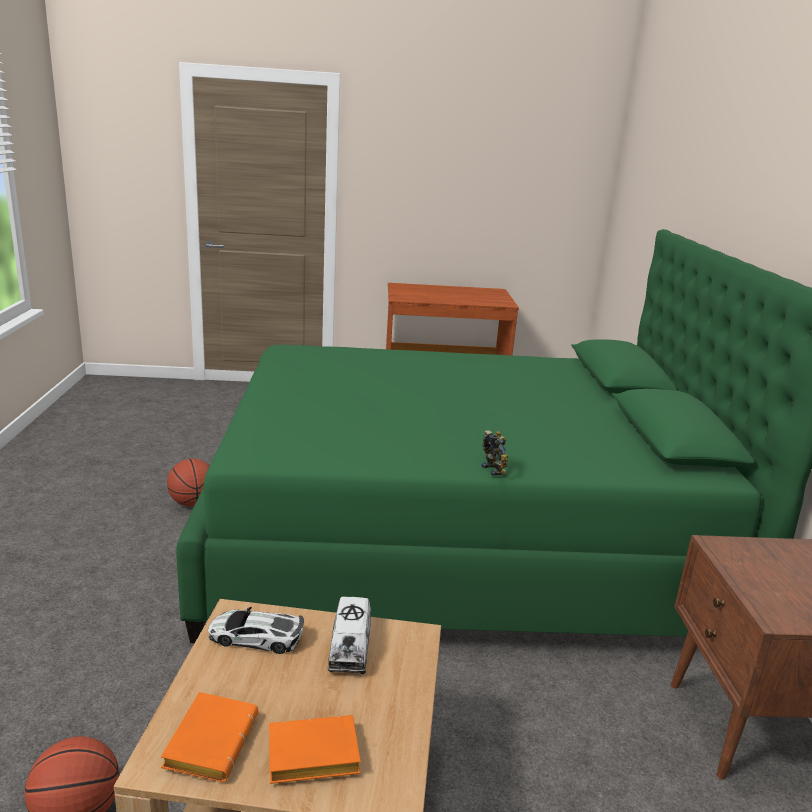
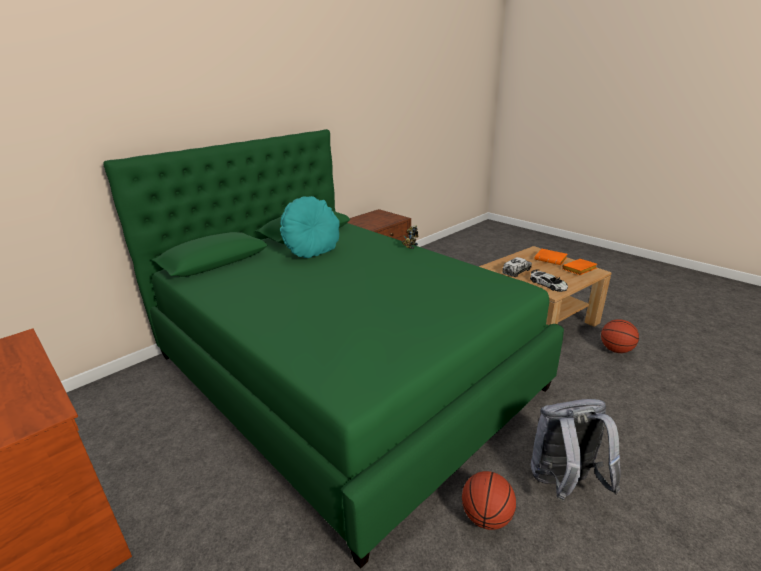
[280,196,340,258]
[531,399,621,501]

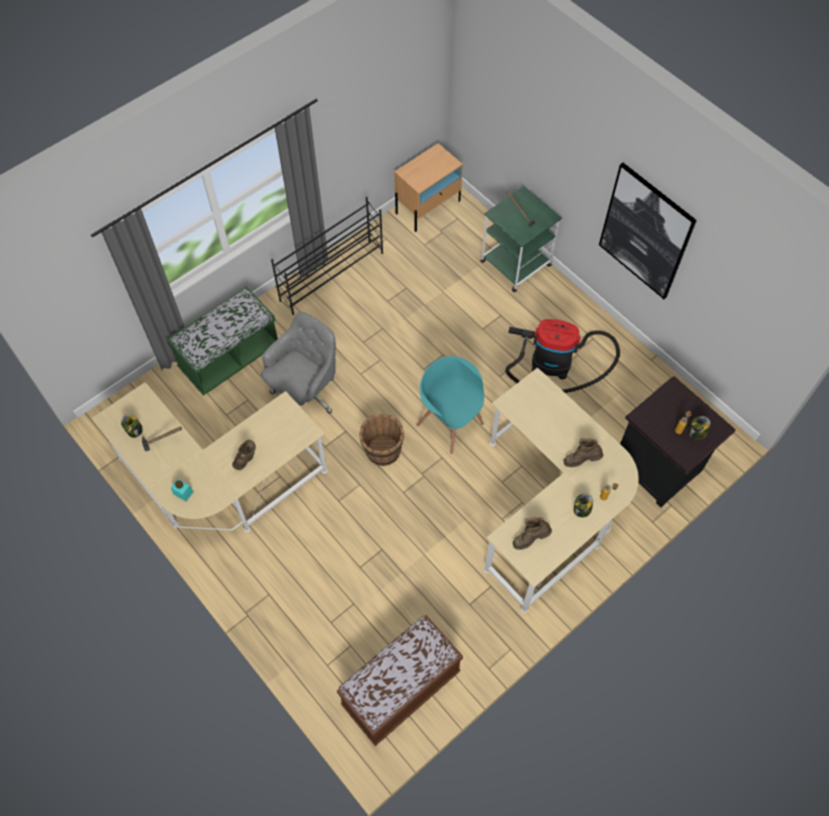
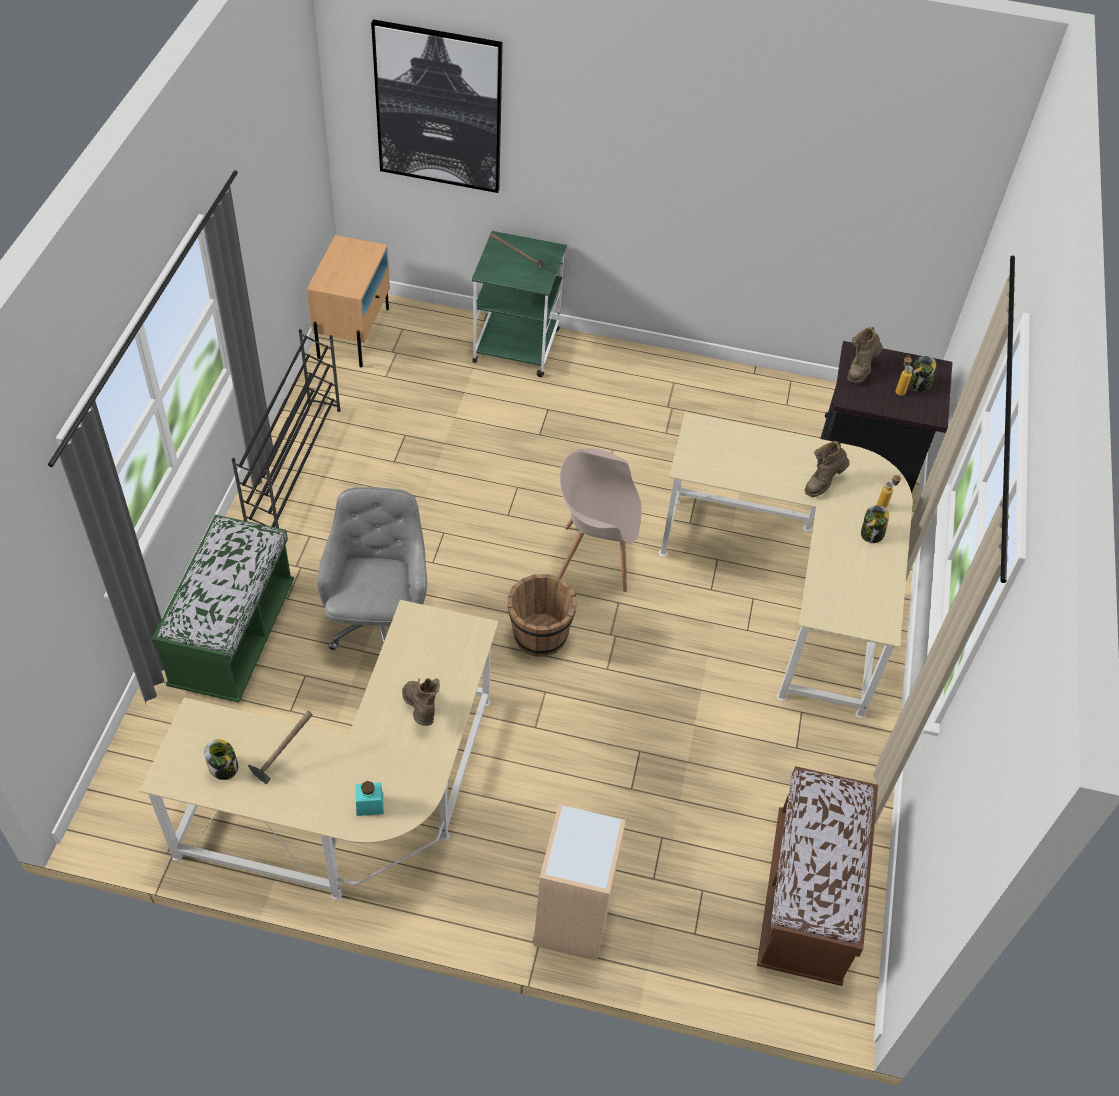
[371,19,503,193]
[505,319,620,393] (first image)
[558,448,642,592]
[847,327,883,383]
[533,804,626,961]

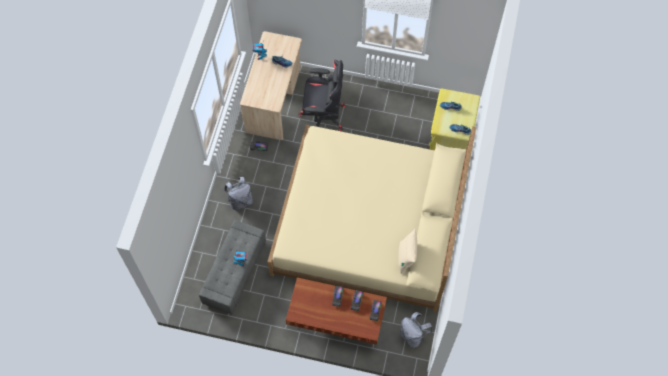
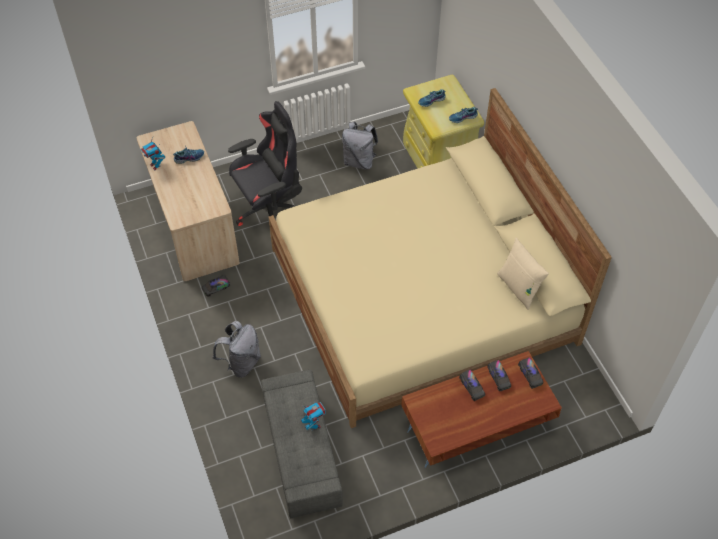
[342,122,378,170]

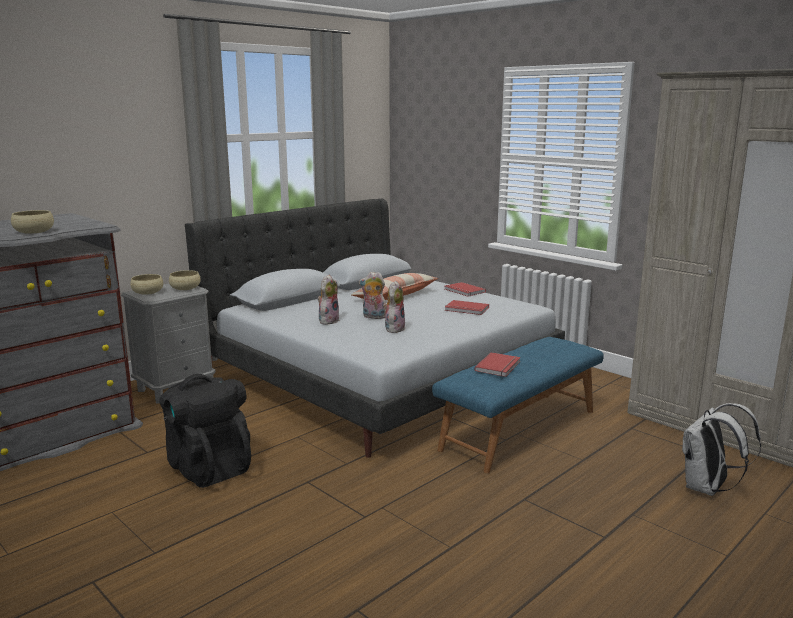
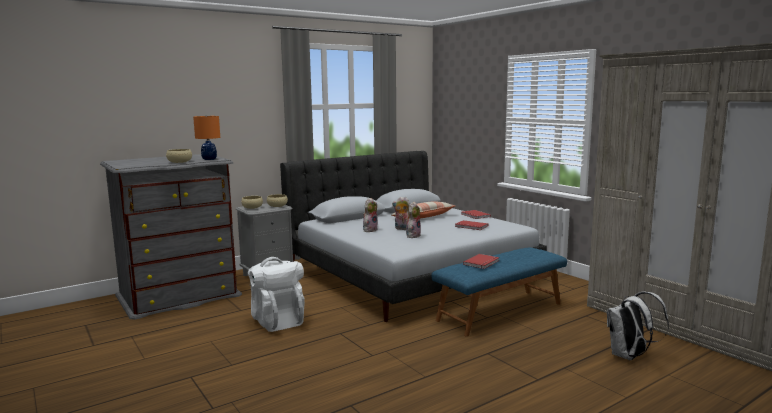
[248,257,305,332]
[193,116,220,160]

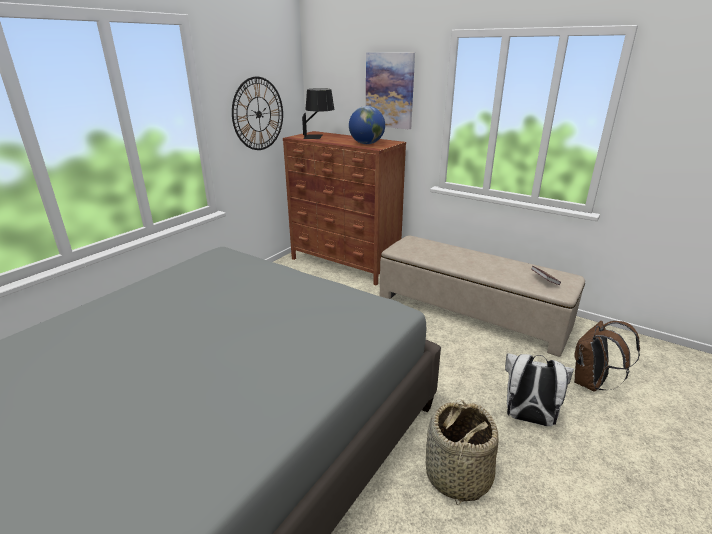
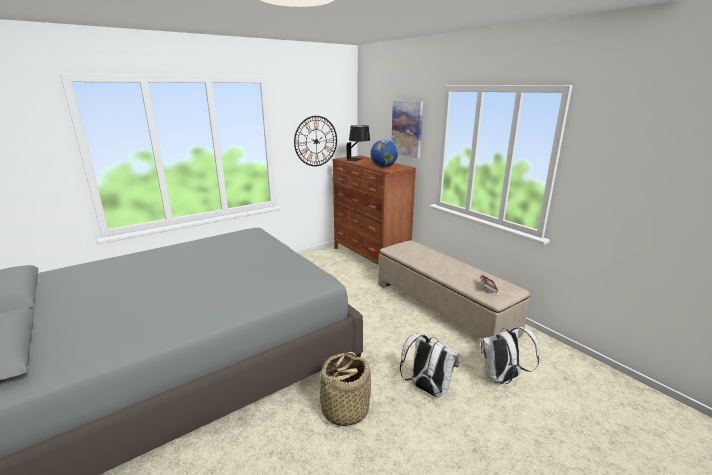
[481,327,539,384]

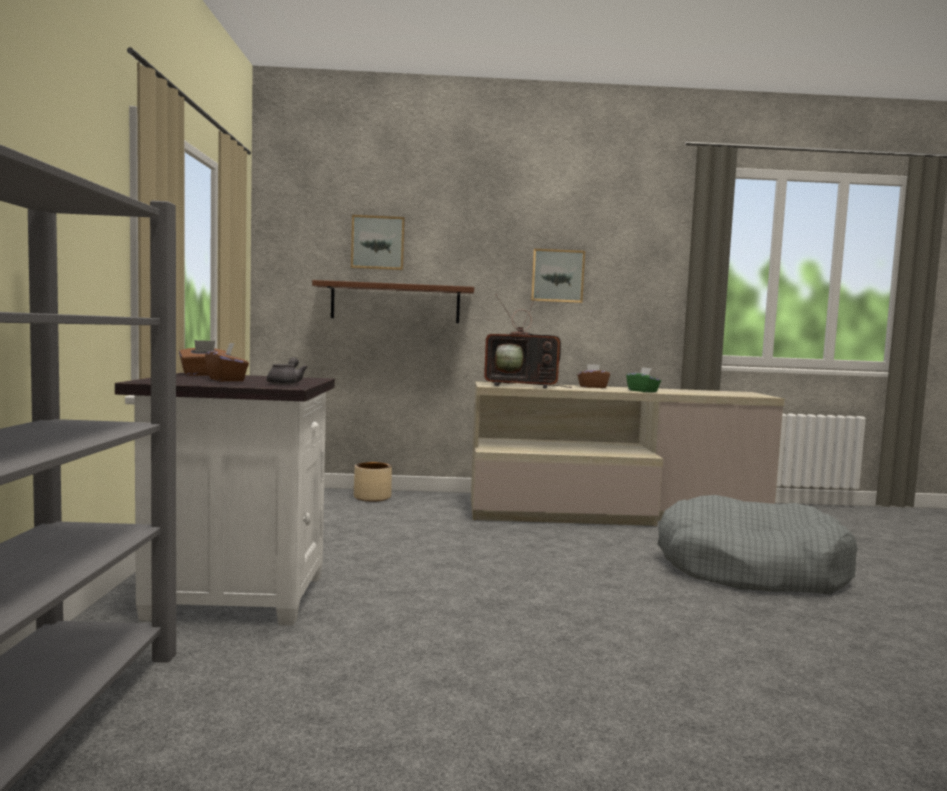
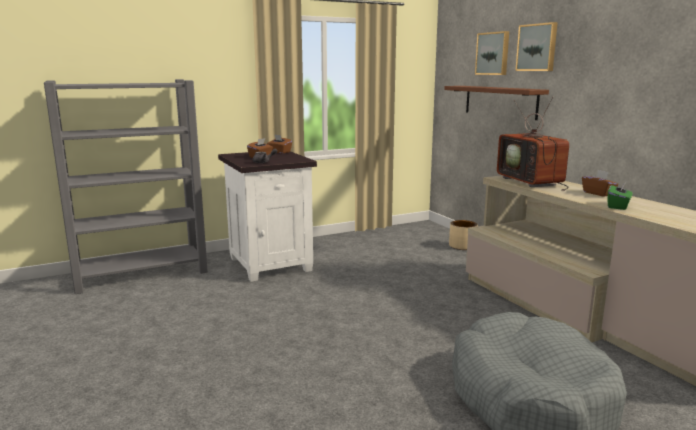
[515,22,558,71]

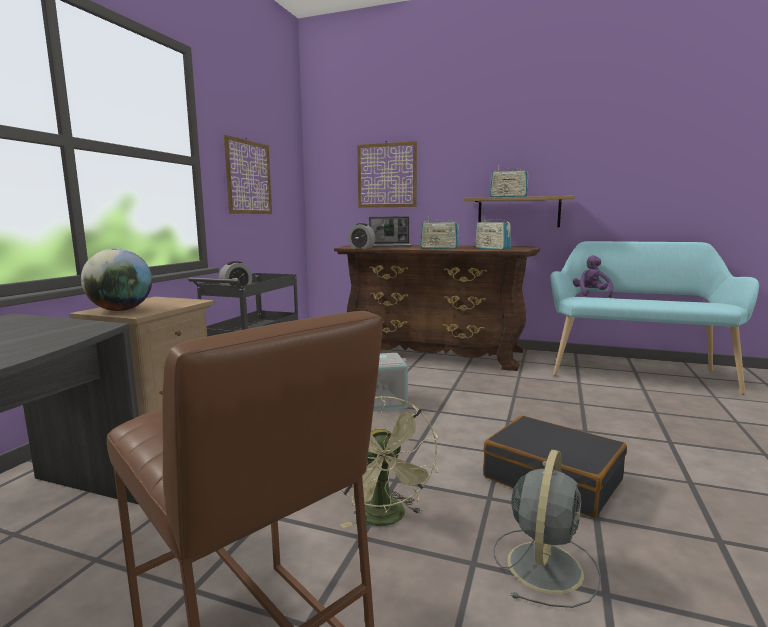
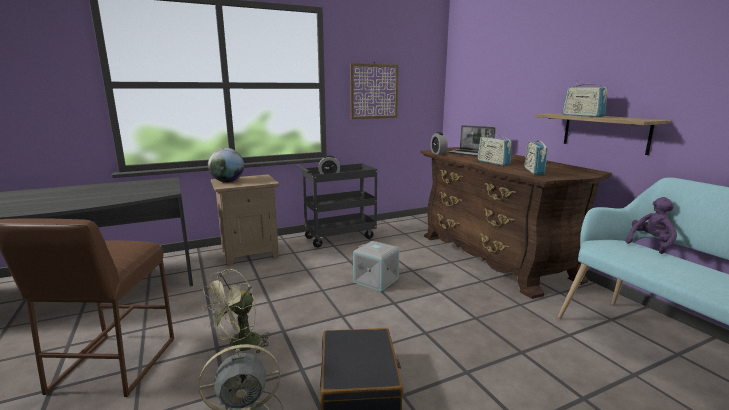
[357,141,417,208] (first image)

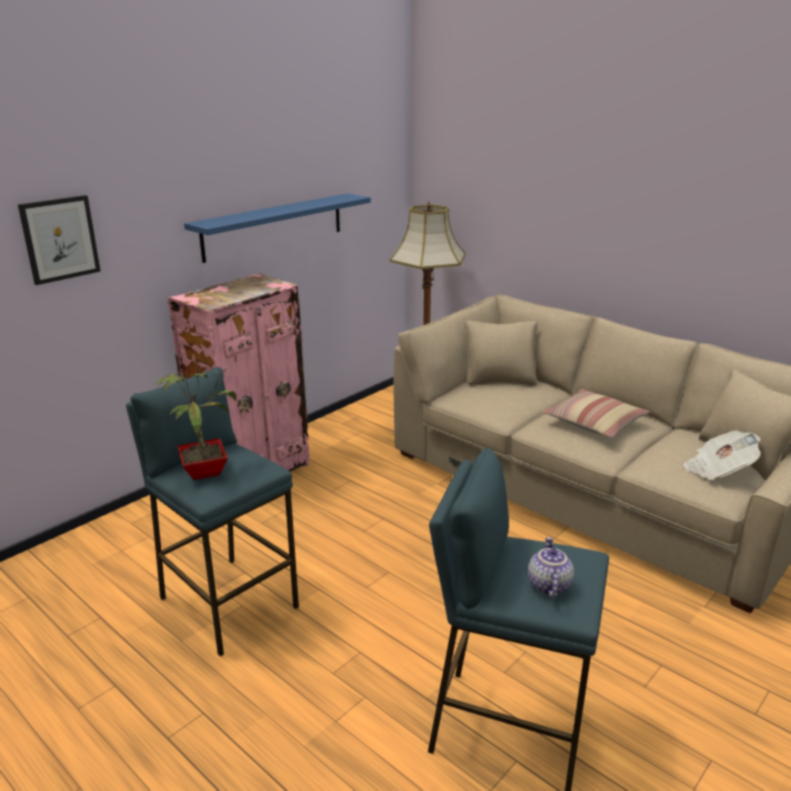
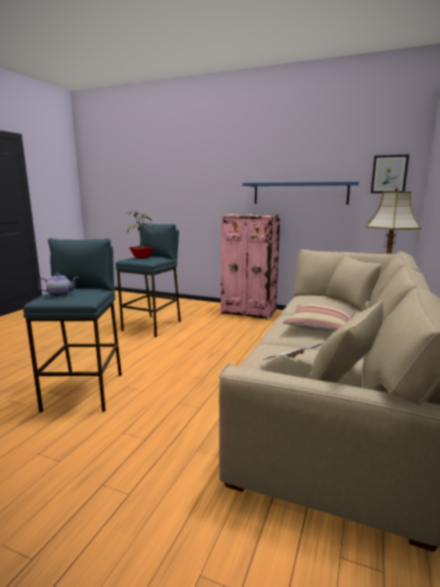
[371,155,409,193]

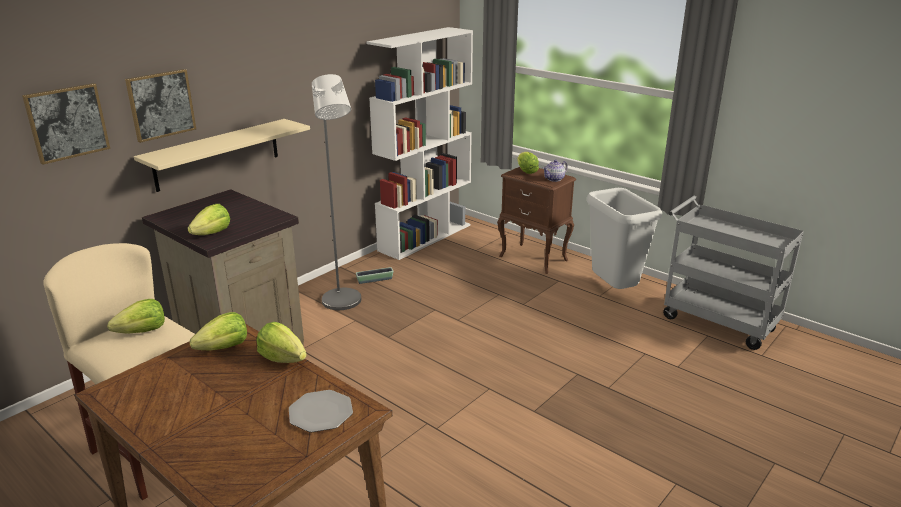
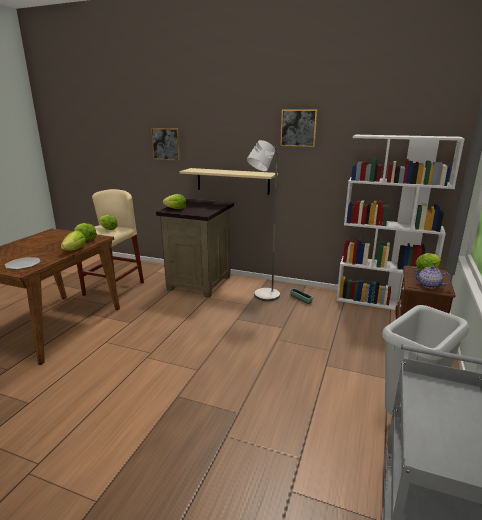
[280,109,317,147]

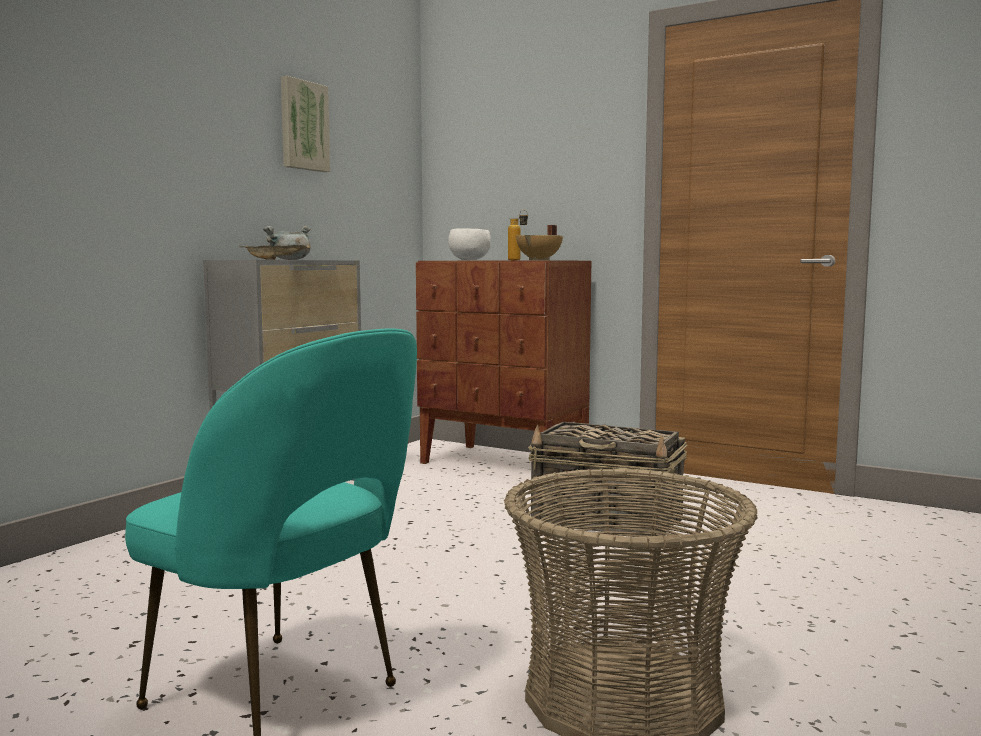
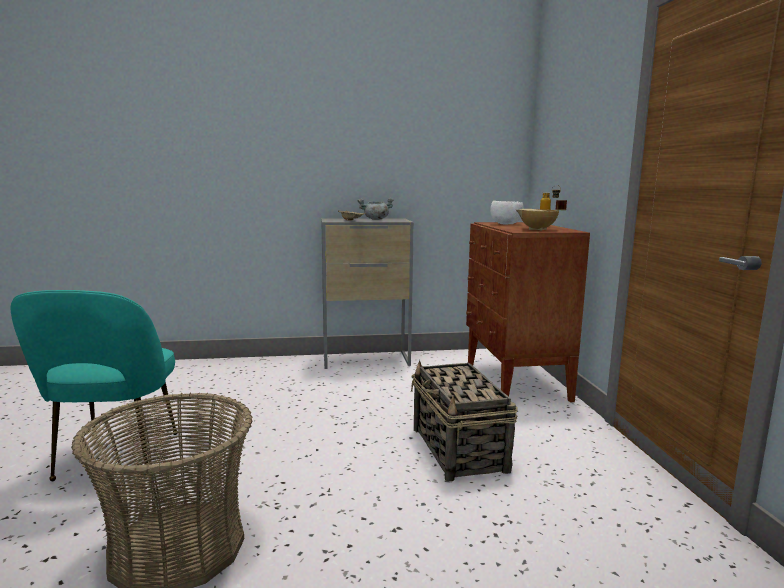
[281,76,330,172] (first image)

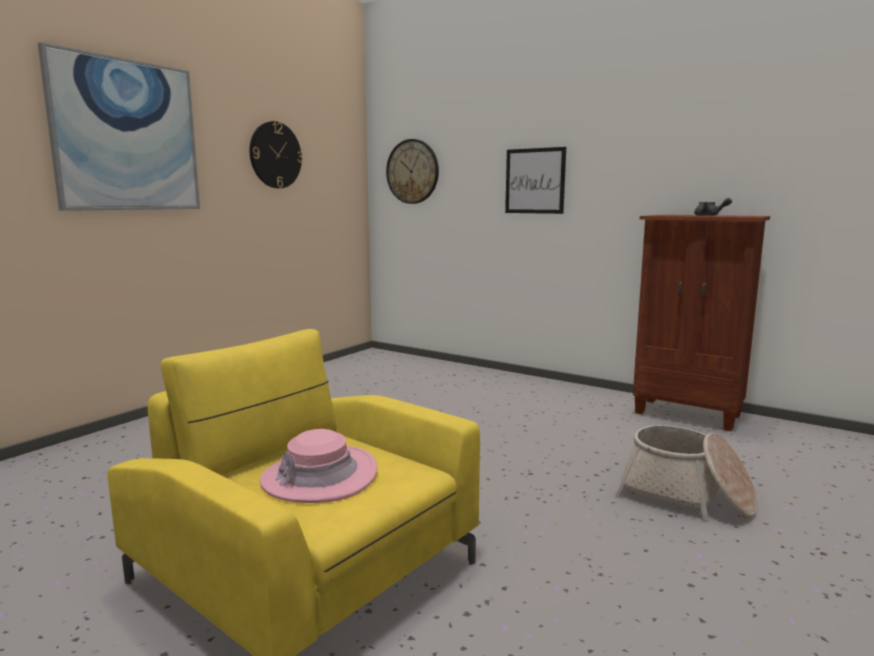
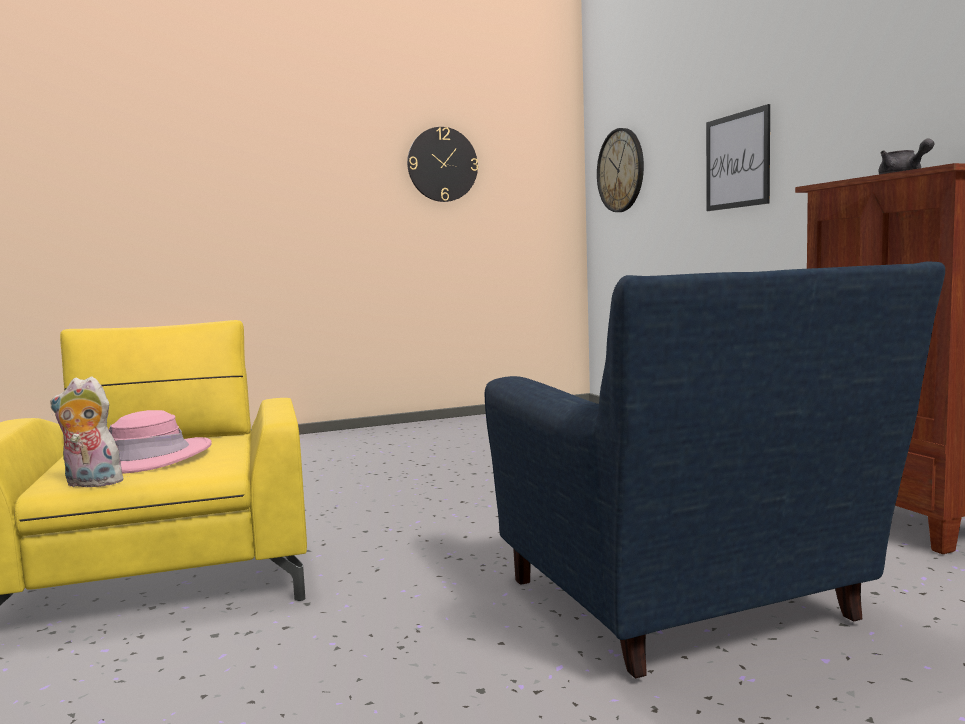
[38,42,200,211] (first image)
[485,262,945,679]
[50,376,128,487]

